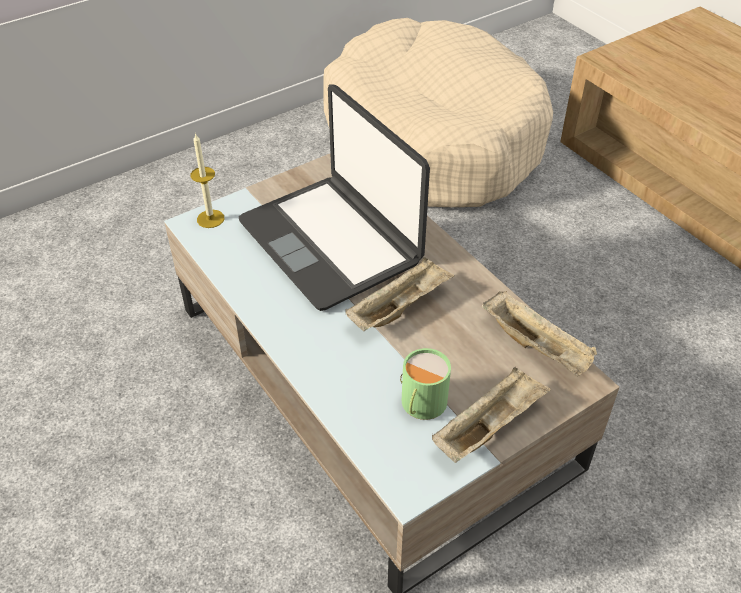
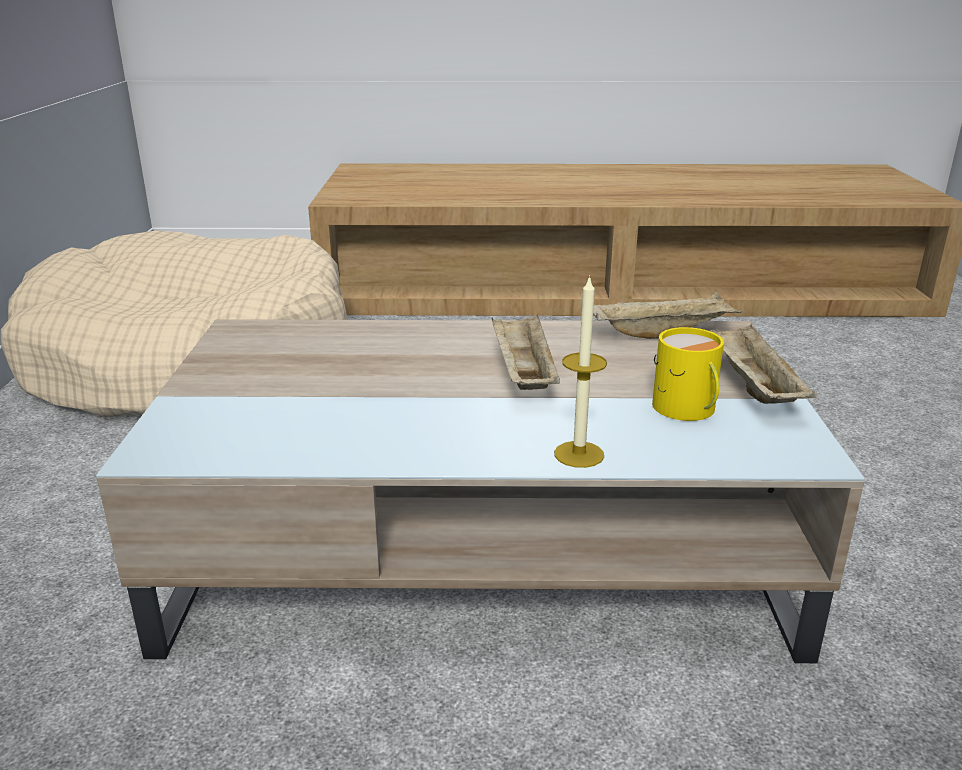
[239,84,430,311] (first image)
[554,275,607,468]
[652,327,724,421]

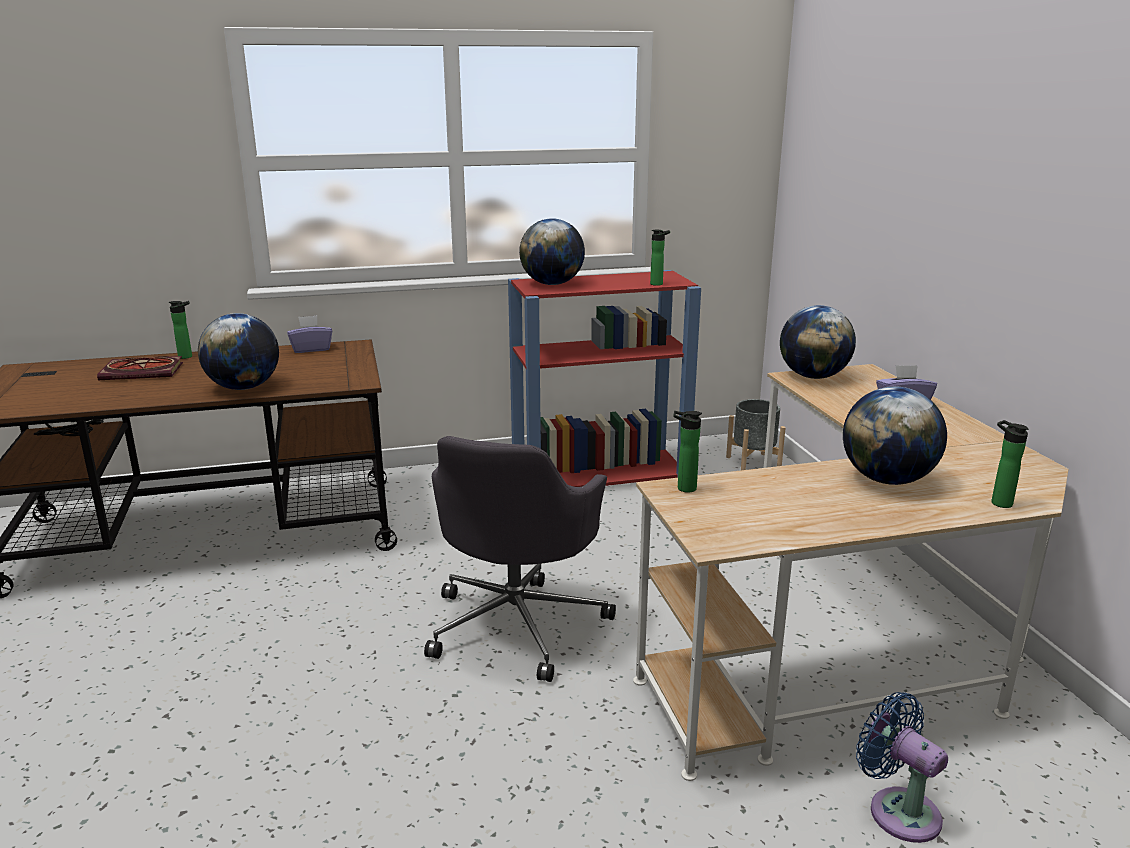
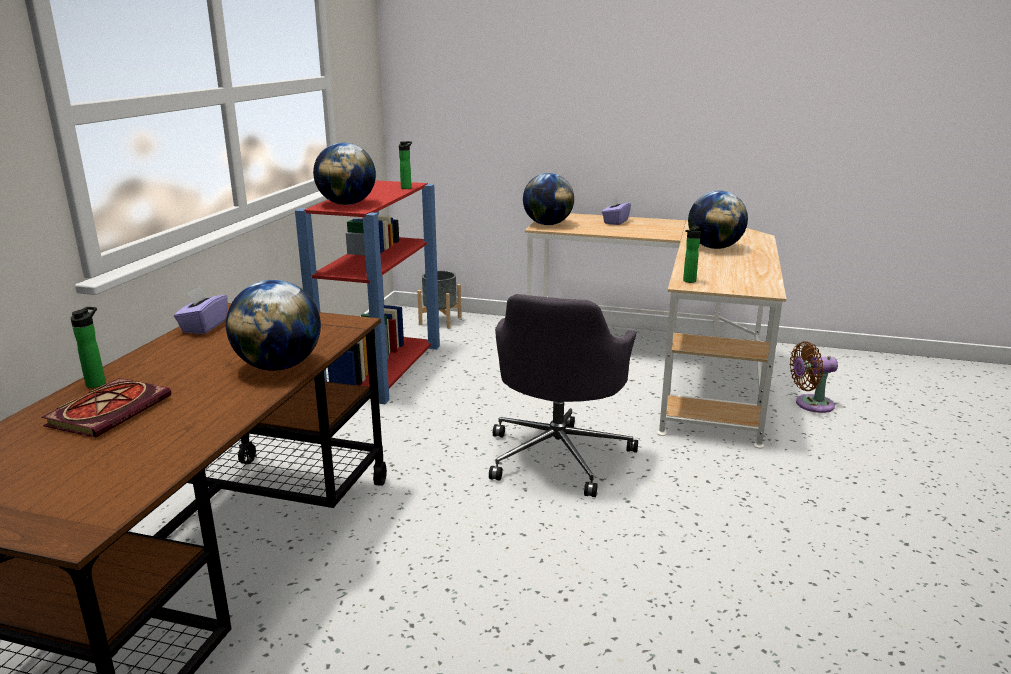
[991,420,1029,508] (first image)
[489,294,638,497]
[790,341,838,413]

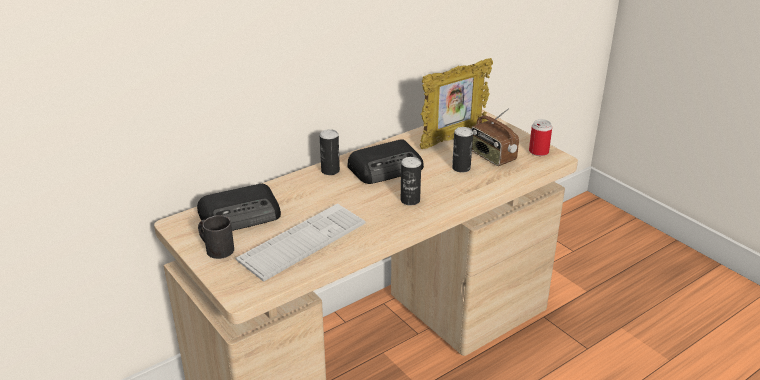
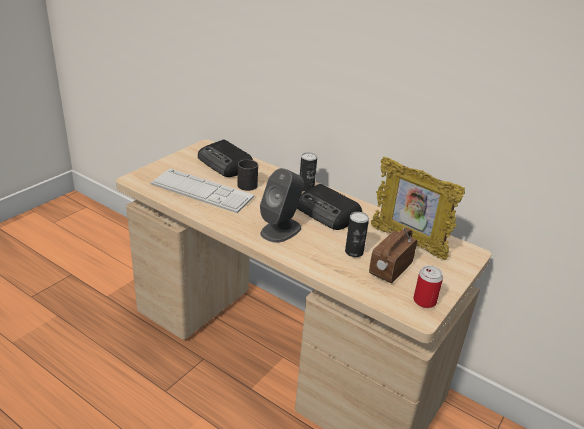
[260,168,304,243]
[237,160,258,191]

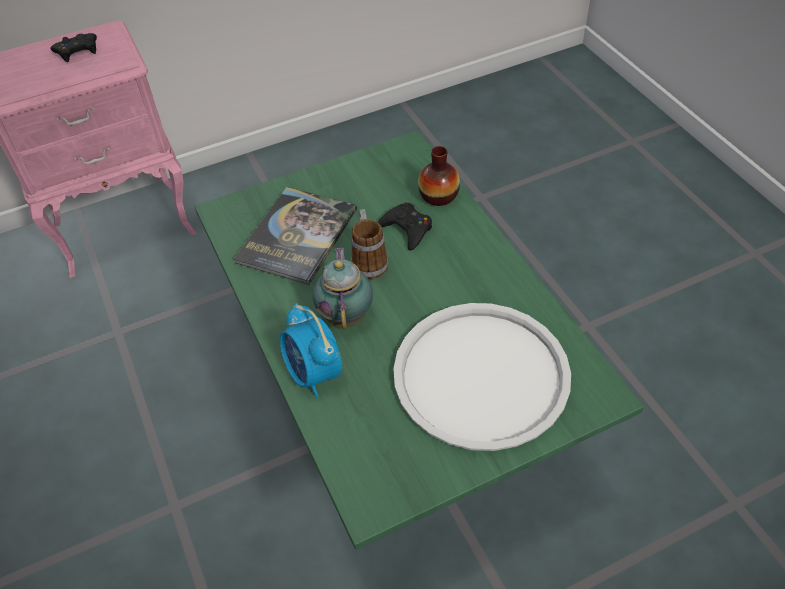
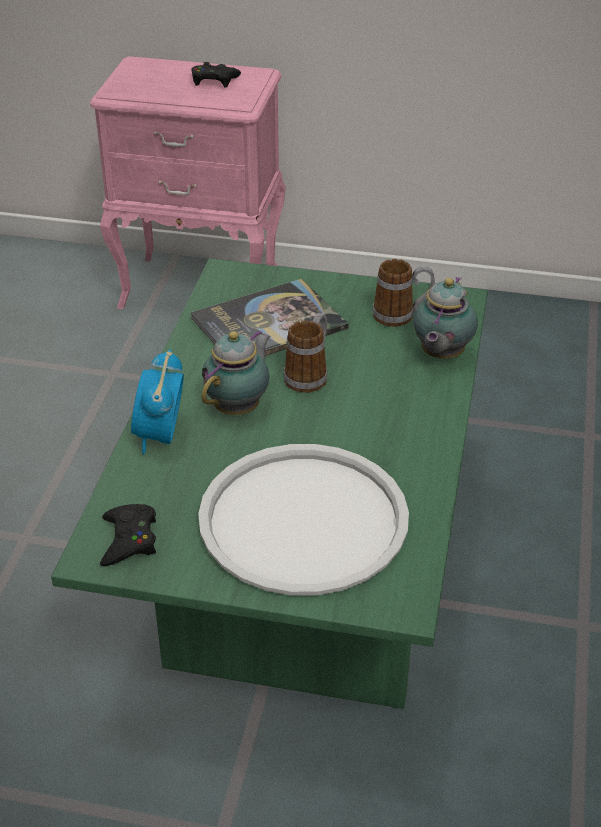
[413,277,478,359]
[100,504,156,566]
[372,259,435,327]

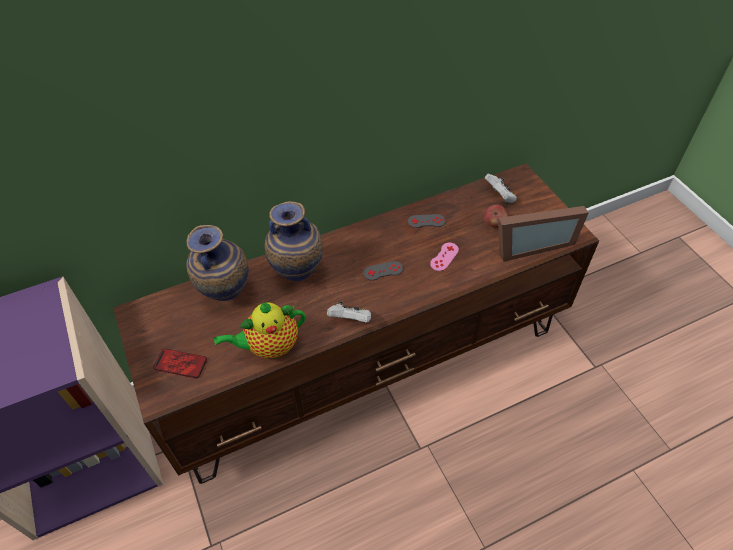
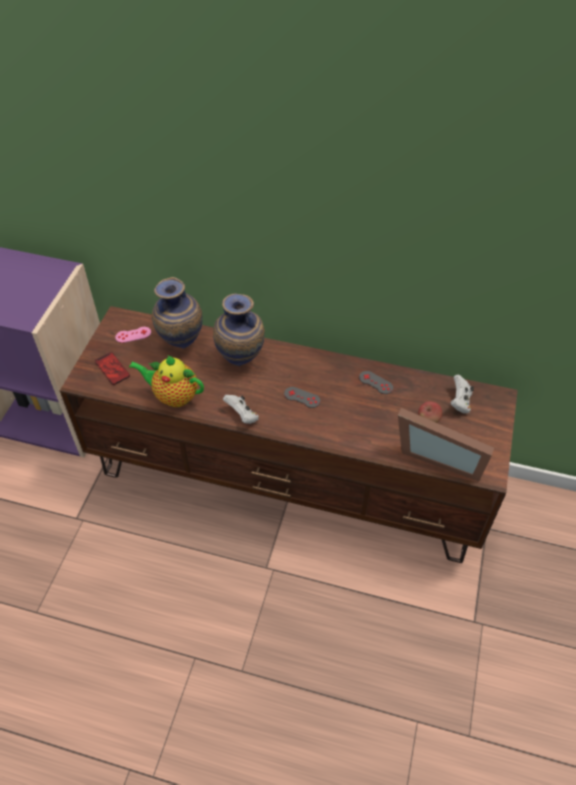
[115,327,151,343]

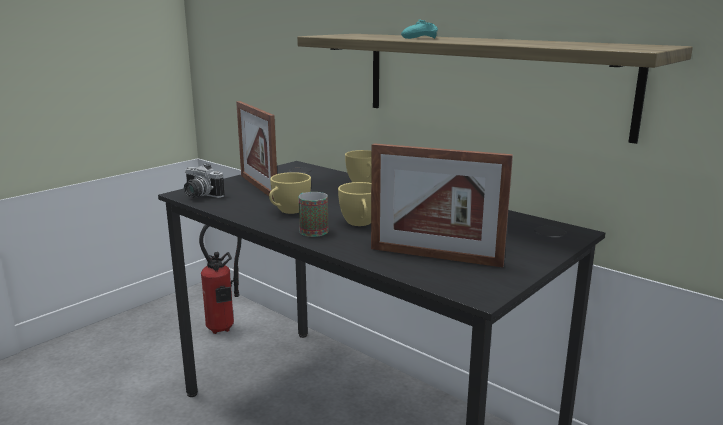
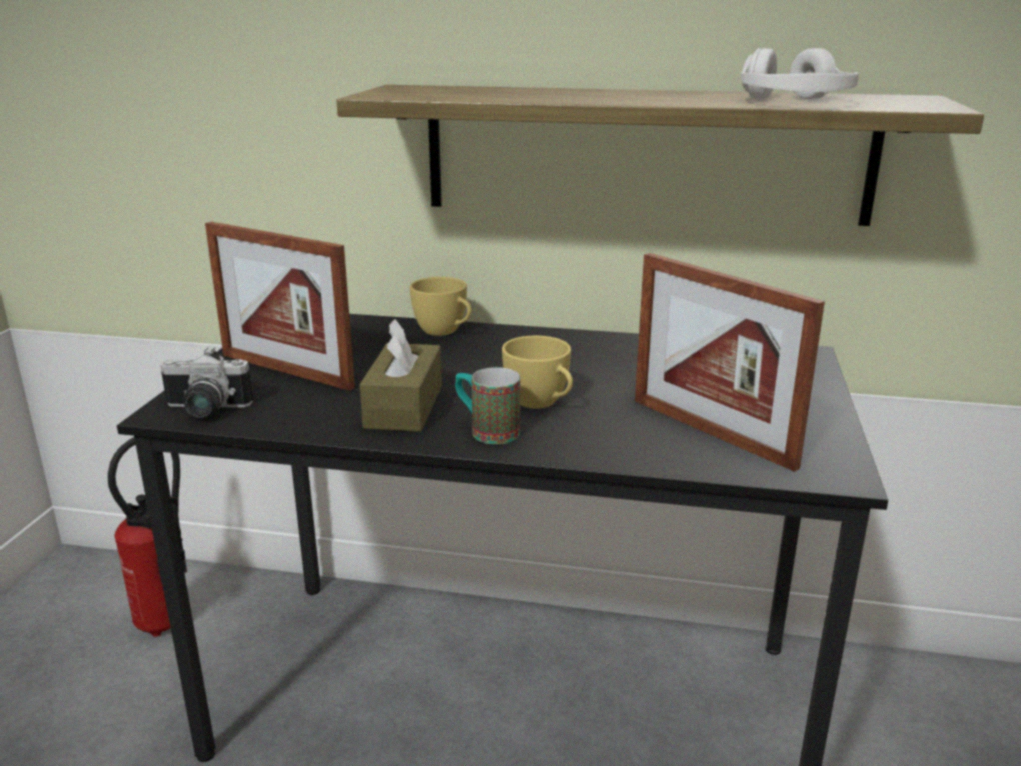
[401,20,438,39] (first image)
[635,253,825,472]
[360,319,442,432]
[741,48,859,99]

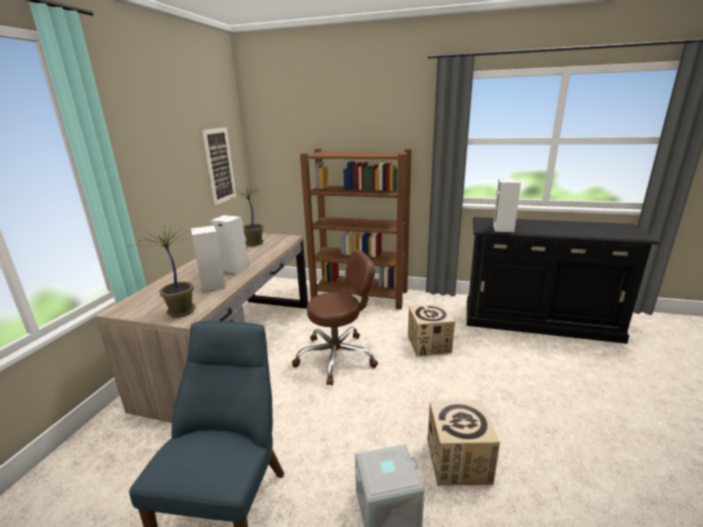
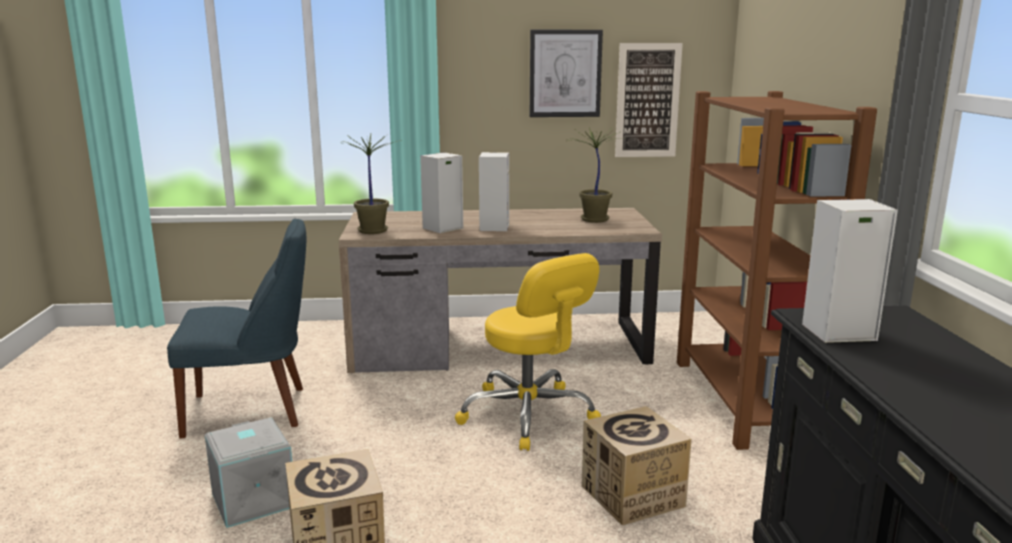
[455,253,601,451]
[530,30,603,117]

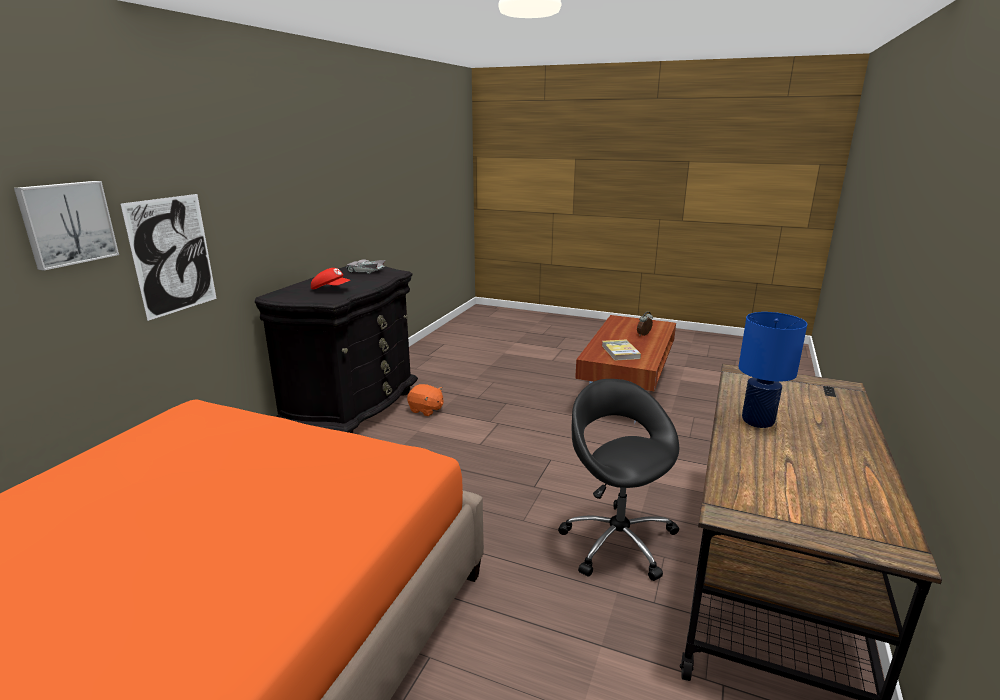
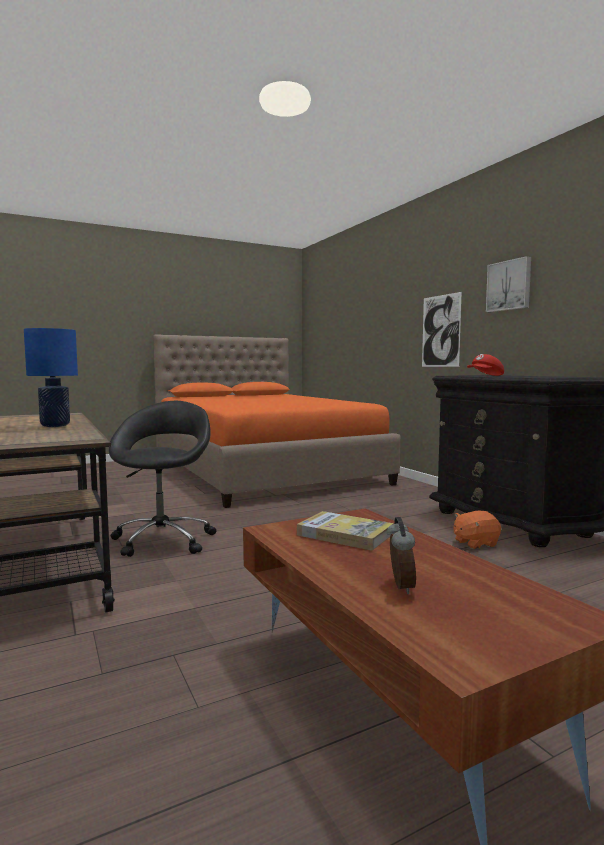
[486,256,531,312]
[347,259,385,274] (first image)
[109,401,216,557]

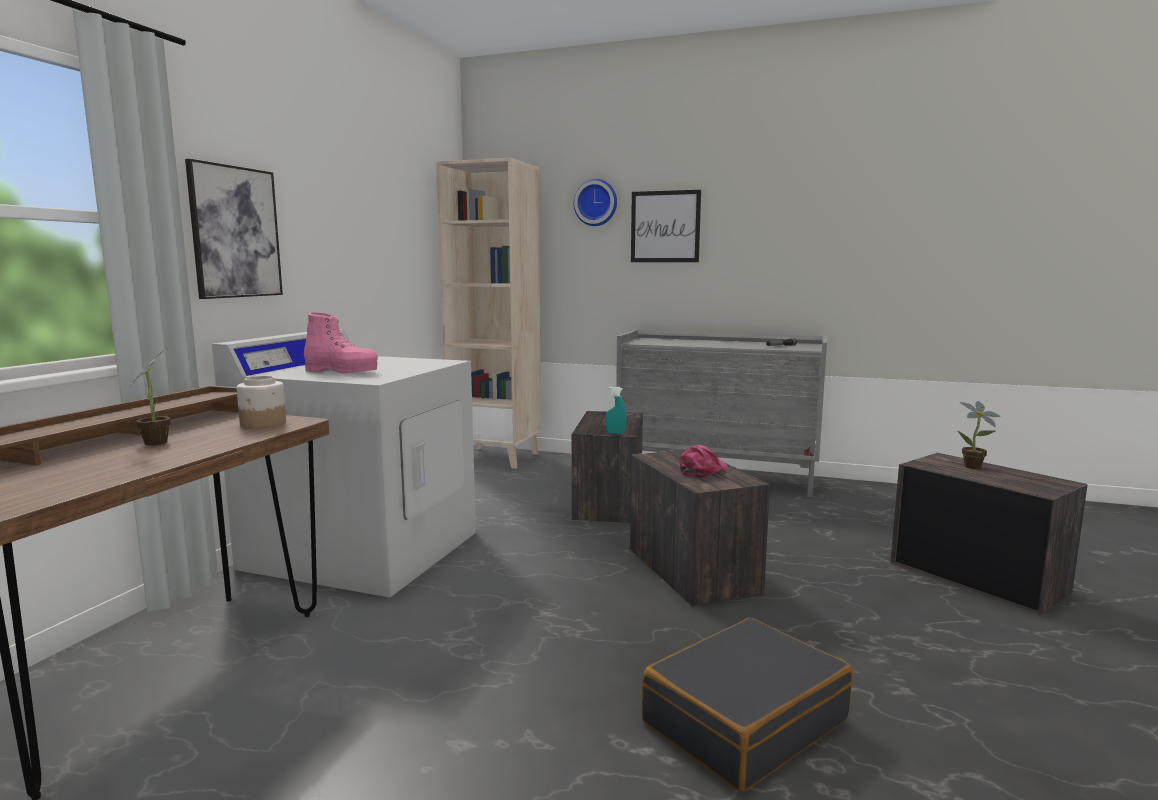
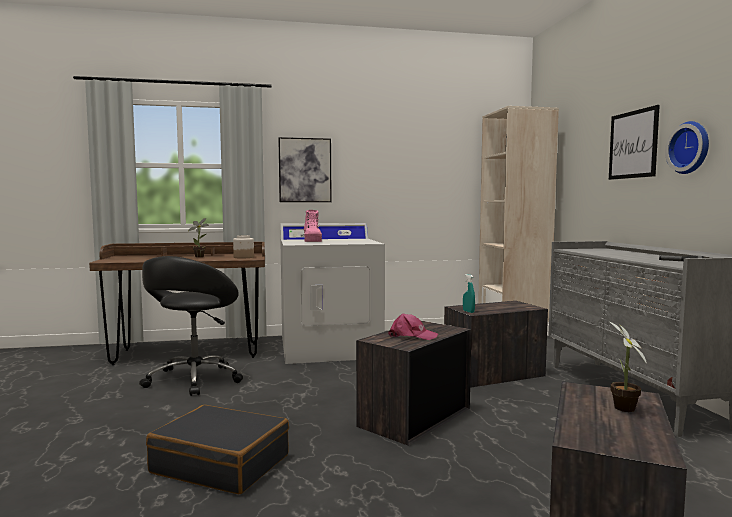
[665,121,709,174]
[139,256,243,396]

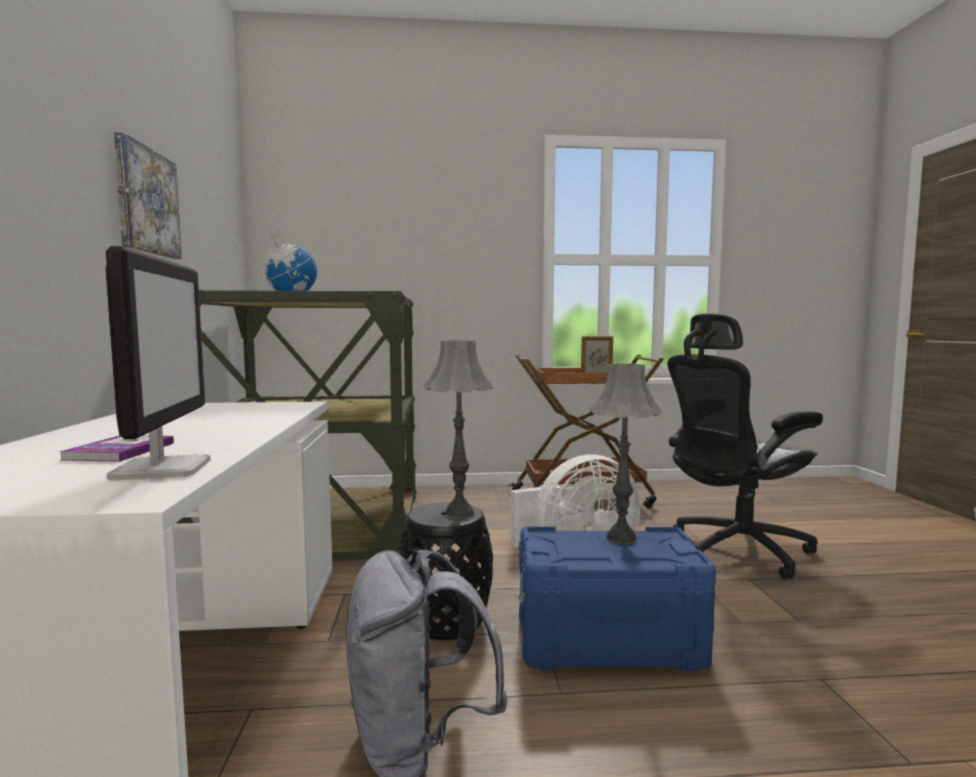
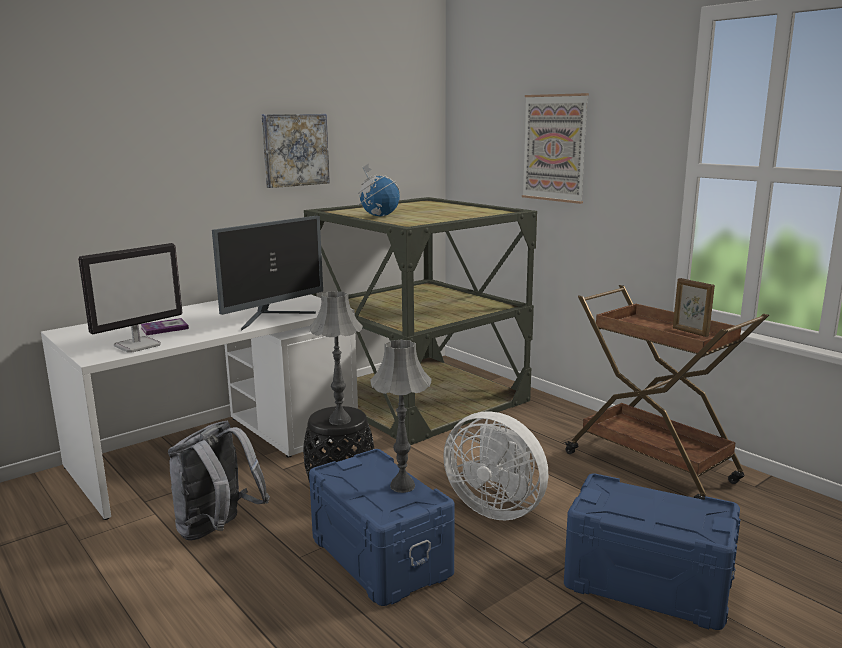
[564,474,741,630]
[522,93,589,204]
[212,216,323,331]

